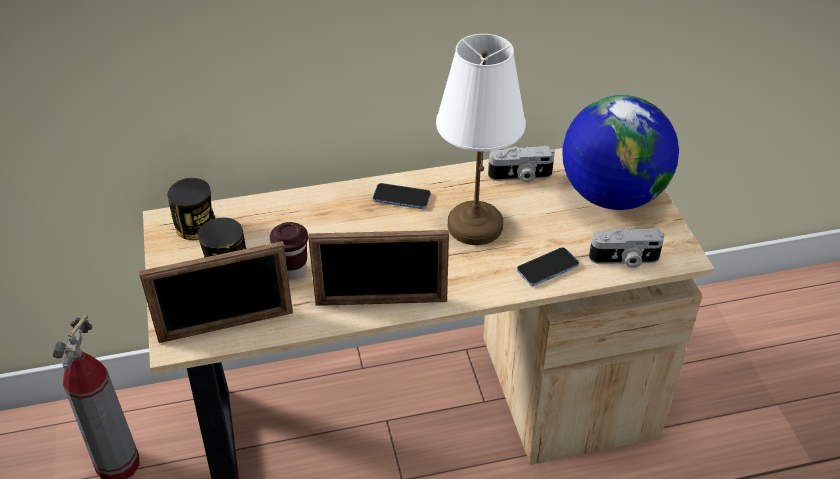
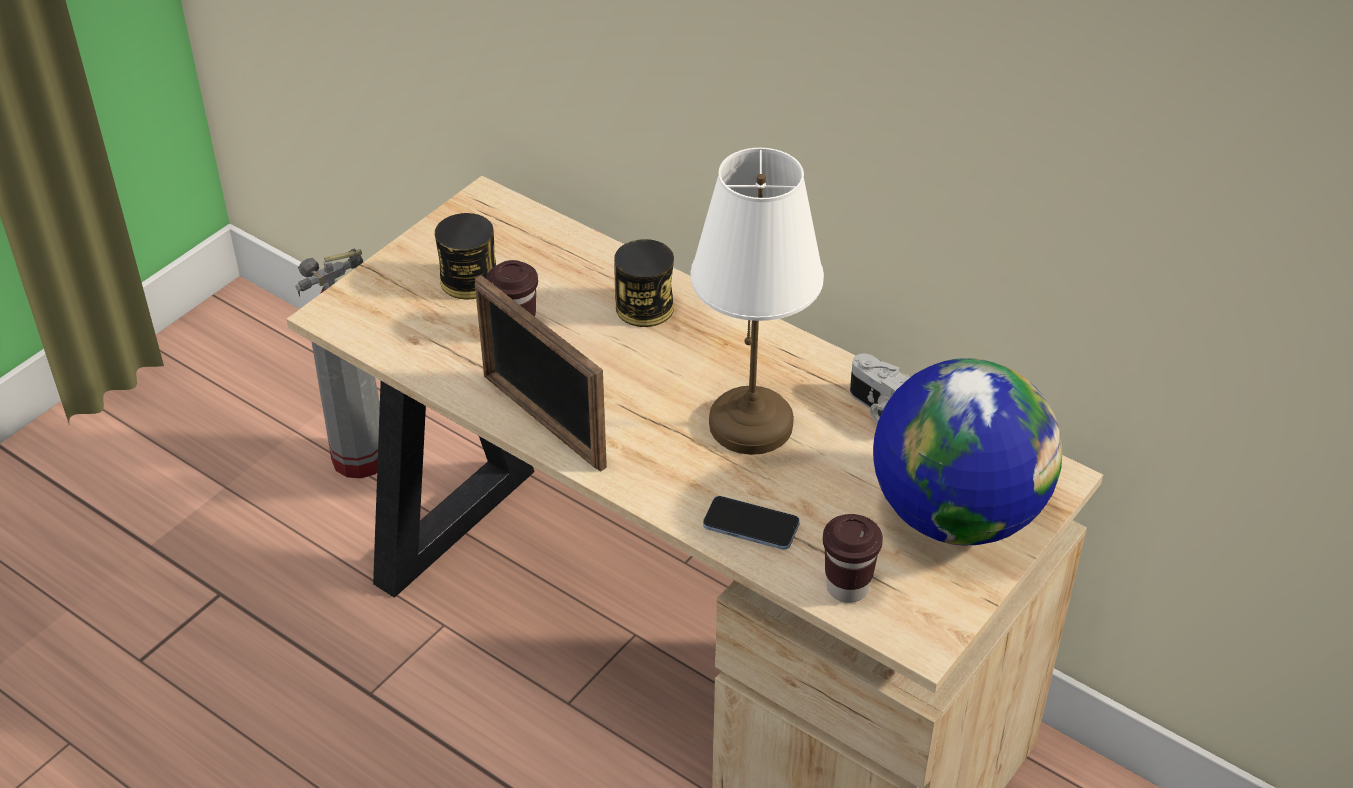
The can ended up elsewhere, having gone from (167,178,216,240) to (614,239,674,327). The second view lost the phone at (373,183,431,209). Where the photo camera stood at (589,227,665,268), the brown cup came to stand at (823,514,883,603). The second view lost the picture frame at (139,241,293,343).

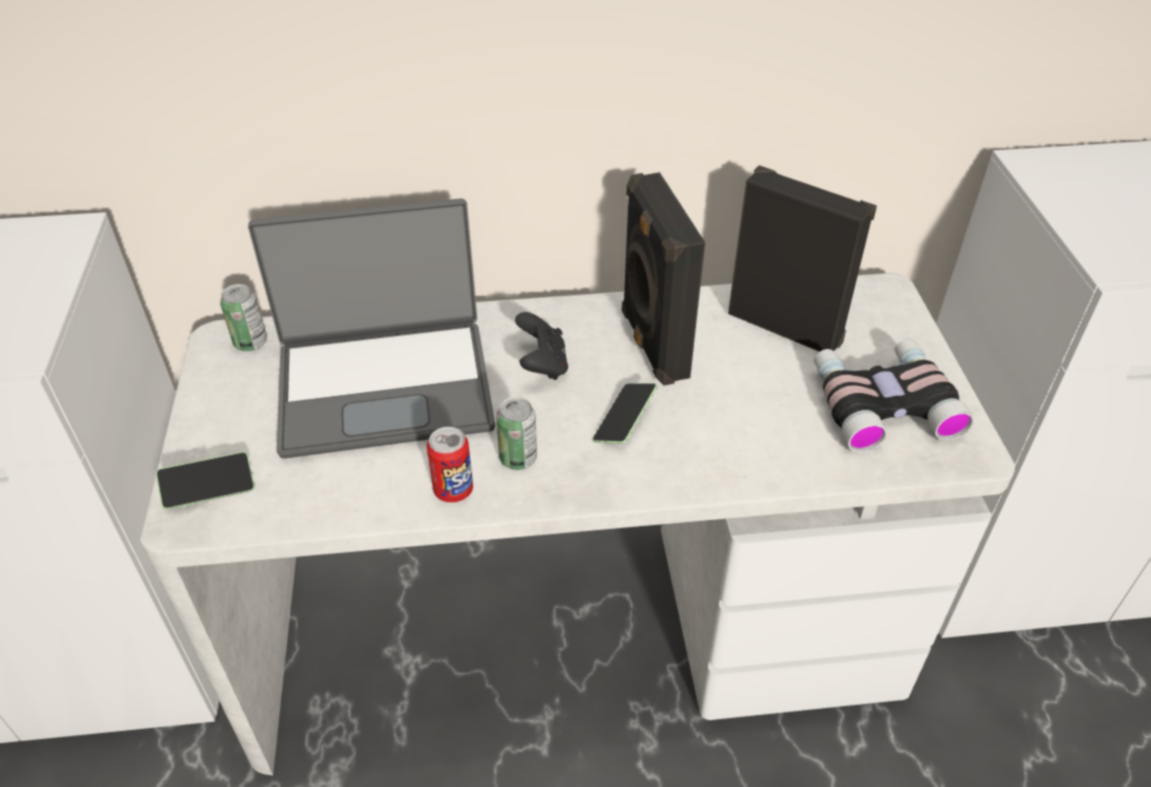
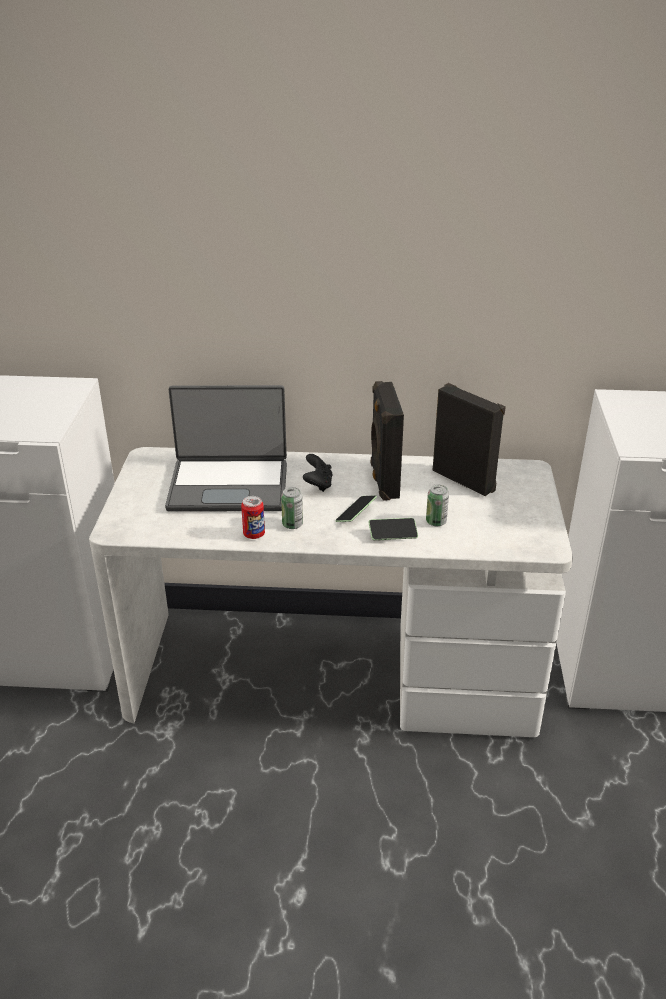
The can ended up elsewhere, having gone from (220,284,267,351) to (426,484,449,526). The second view lost the binoculars at (814,339,974,453). The phone ended up elsewhere, having gone from (156,452,255,510) to (368,518,418,540).

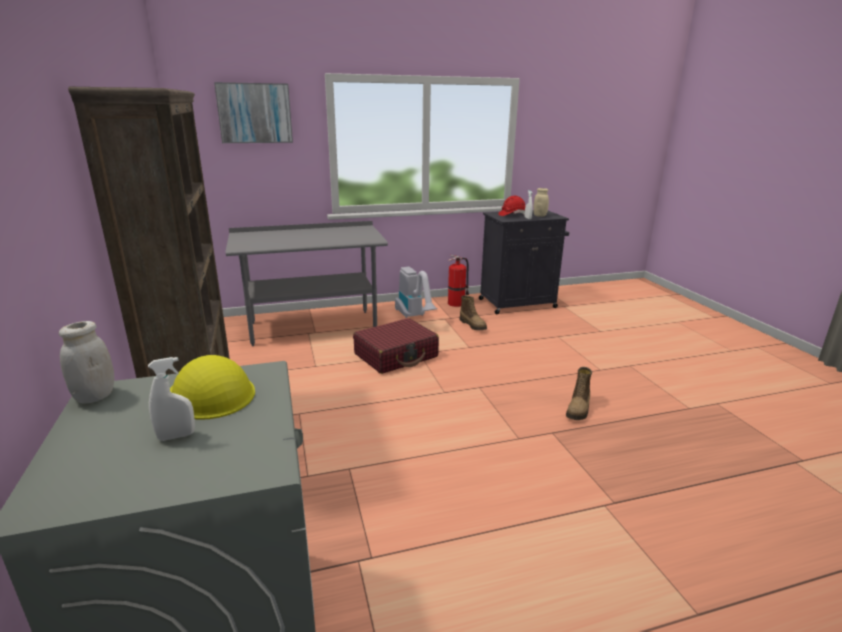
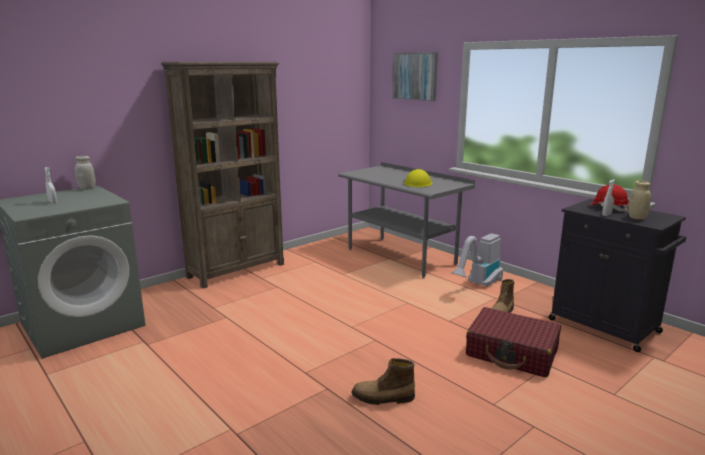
The second view lost the fire extinguisher at (448,255,469,307). The red suitcase ended up elsewhere, having gone from (353,318,439,374) to (466,307,561,377). The yellow hard hat ended up elsewhere, having gone from (170,355,255,420) to (404,169,432,187).

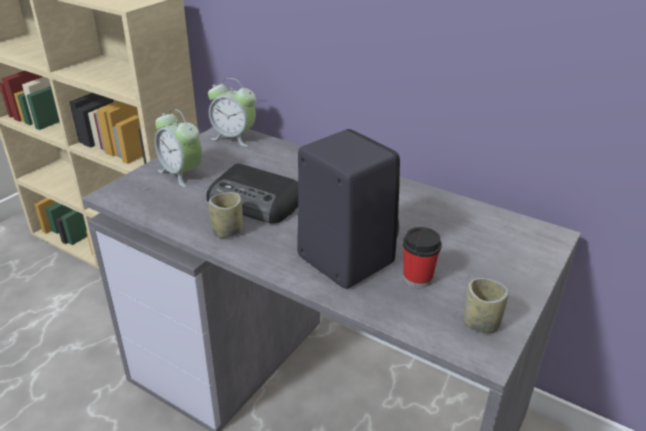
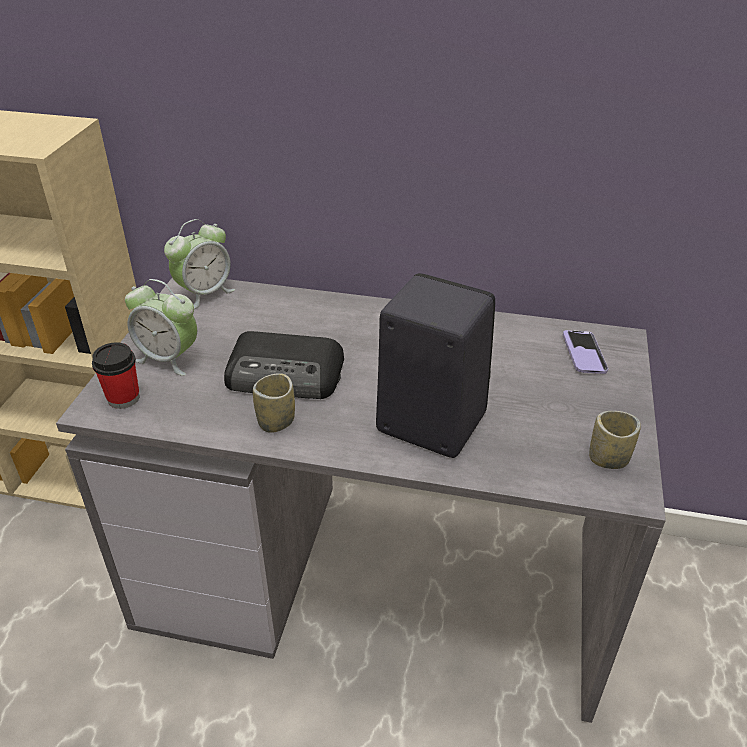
The alarm clock at (208,78,256,147) ended up facing another way, 45 degrees counterclockwise from before. The cup ended up elsewhere, having gone from (403,227,442,288) to (92,342,140,409). The second view gained the phone at (563,330,608,374).

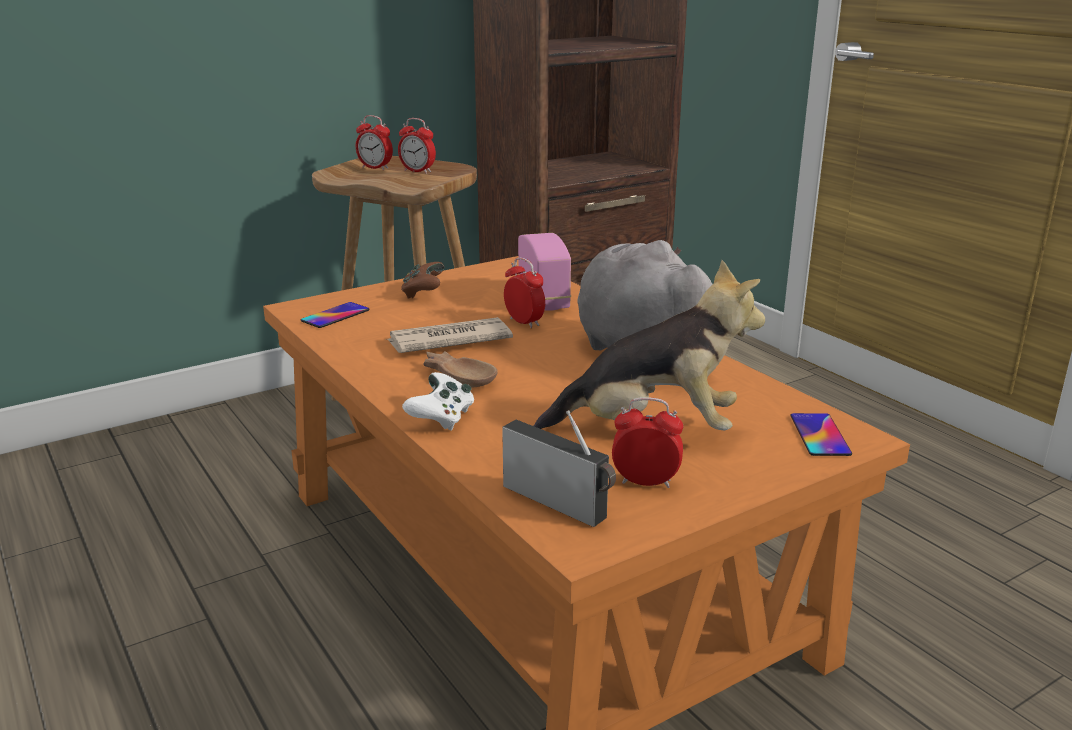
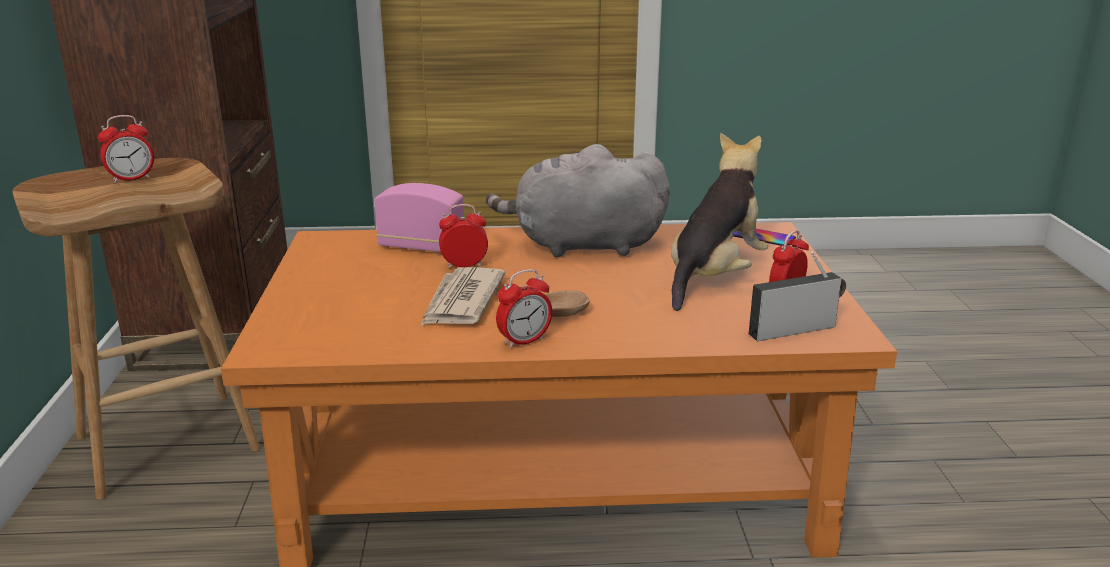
The alarm clock ended up elsewhere, having gone from (356,115,393,170) to (496,269,552,348). The second view lost the brown game controller at (401,262,444,298). The second view lost the phone at (301,302,370,328). The second view lost the white game controller at (402,372,474,431).

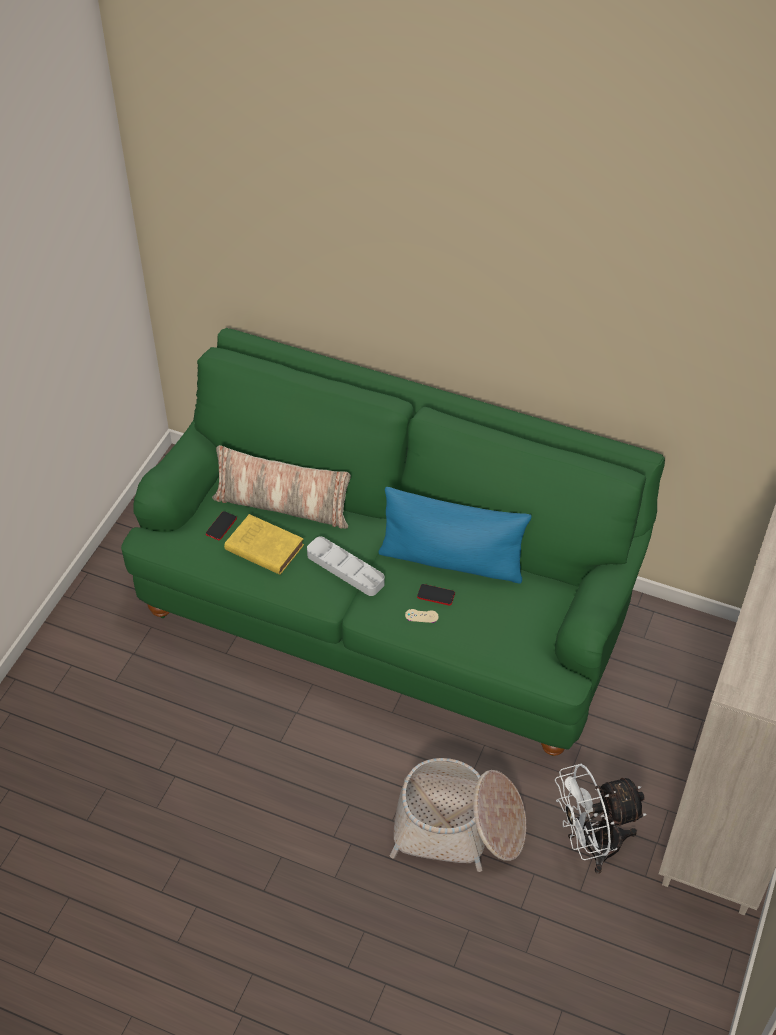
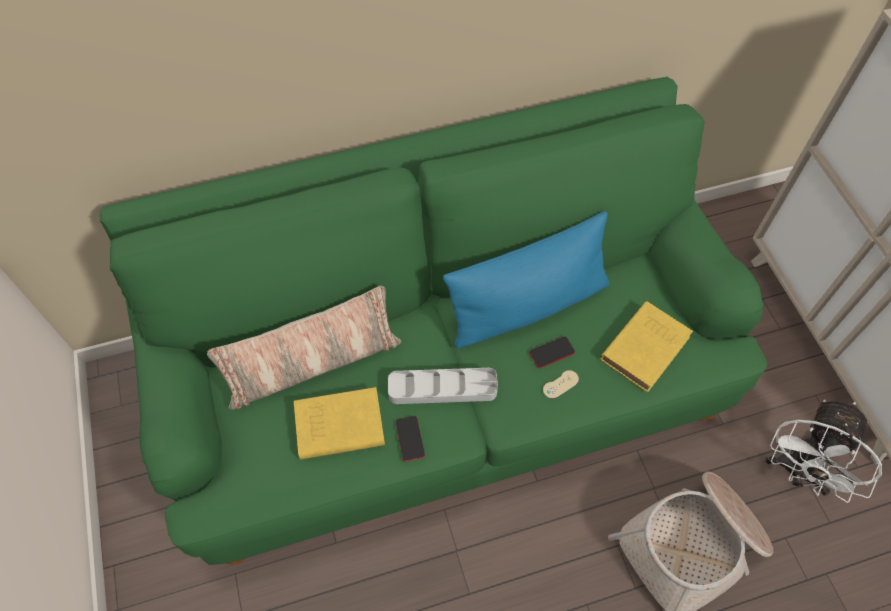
The phone ended up elsewhere, having gone from (206,511,237,540) to (395,416,425,462). The second view gained the yellow book at (600,302,693,392).

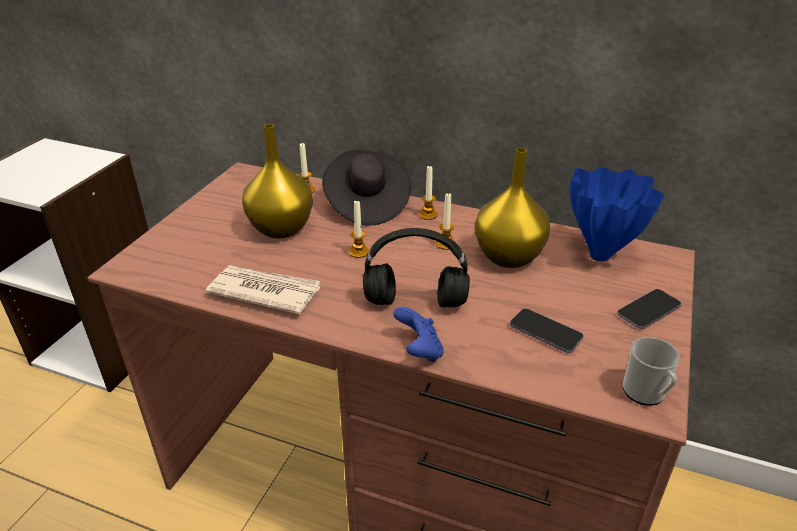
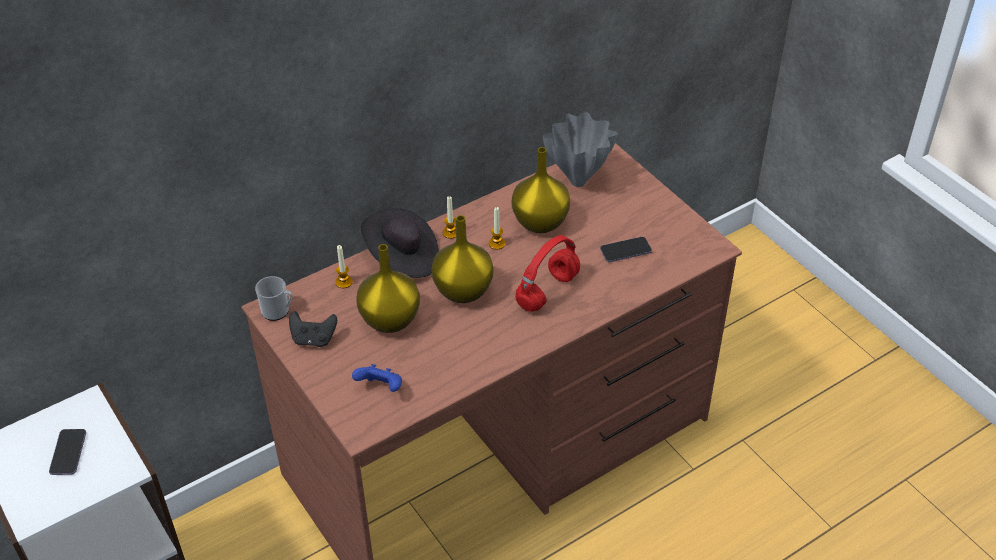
What was the blue vase at (570,167,664,261) turned into the grey vase at (543,112,618,187). Where the candle stood at (349,201,369,258), the yellow vase came to stand at (431,215,494,303). What was the black headphones at (363,228,470,307) turned into the red headphones at (516,235,580,312). The second view lost the newspaper at (205,265,321,314). The phone ended up elsewhere, having gone from (617,289,681,329) to (49,429,86,475). The blue game controller ended up elsewhere, having gone from (393,307,444,362) to (352,364,402,392). The mug ended up elsewhere, having gone from (623,337,680,406) to (255,276,293,321). The second view gained the black game controller at (289,311,337,347).

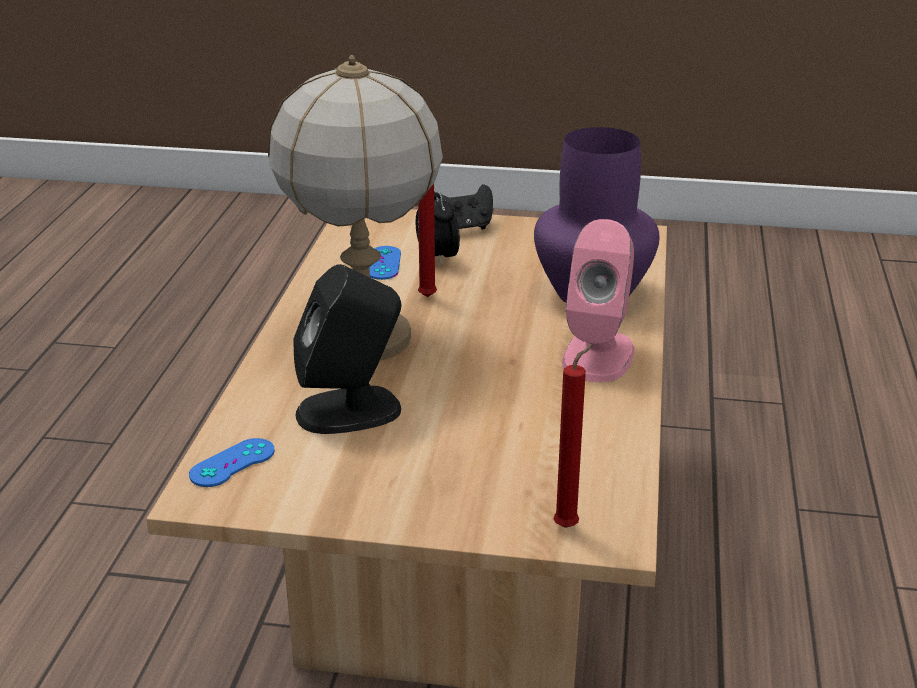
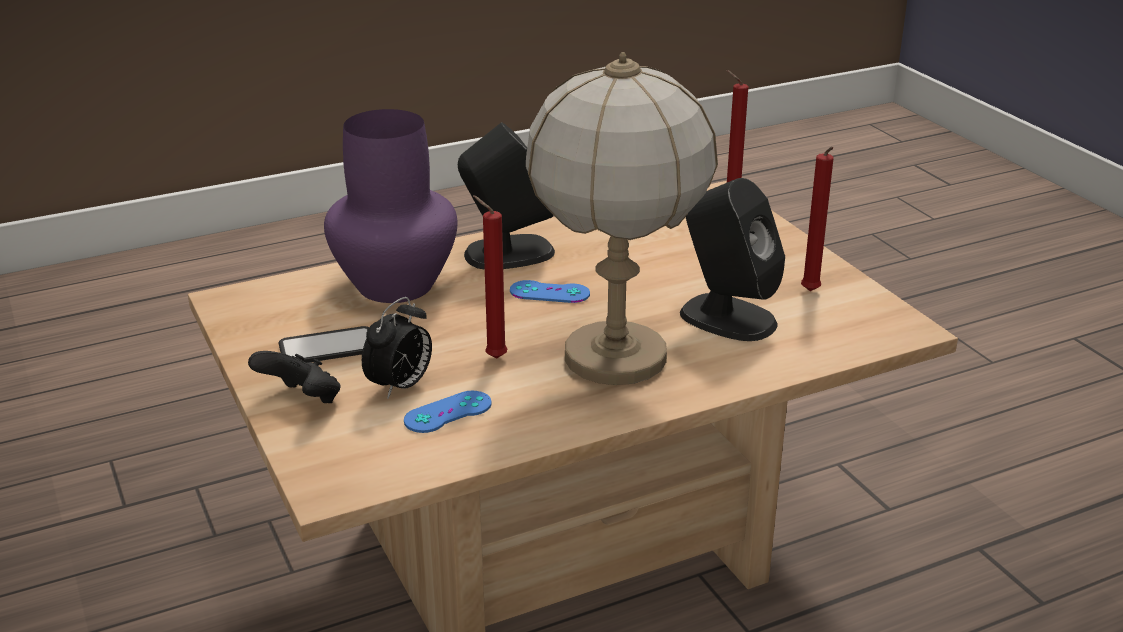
What was the pink speaker at (562,219,634,382) turned into the black speaker at (458,123,555,270). The blue game controller ended up elsewhere, having gone from (189,438,275,487) to (510,280,590,303). The second view gained the red candle at (801,147,834,291). The second view gained the phone at (279,326,369,363).

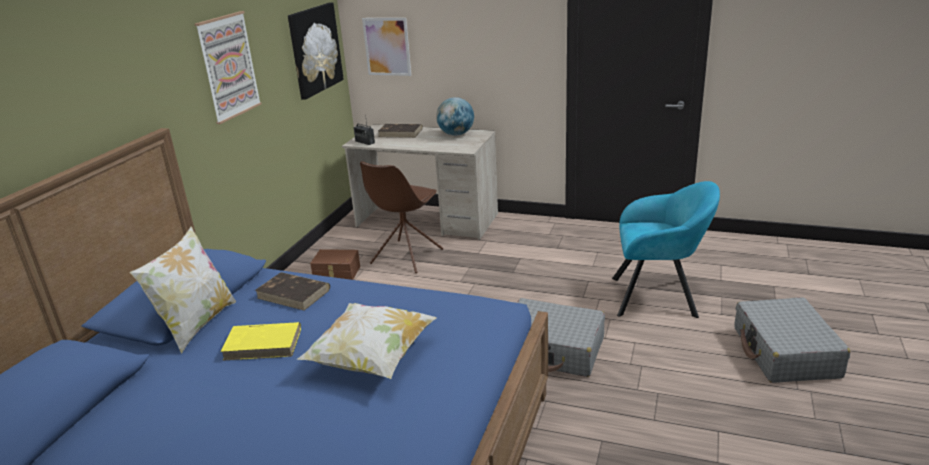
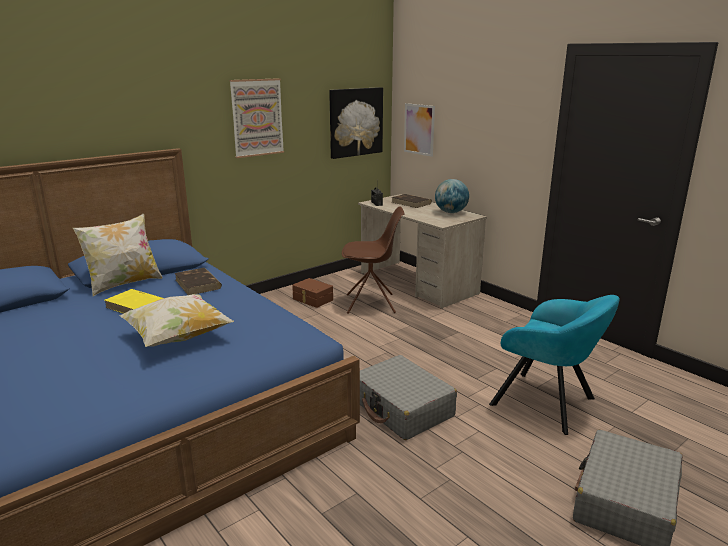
The brown chair at (360,161,443,273) ended up facing another way, 150 degrees counterclockwise from before.

